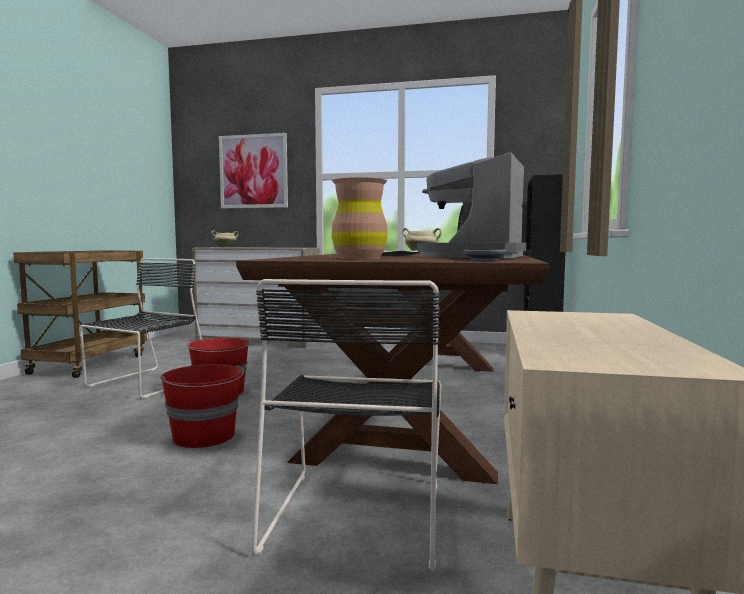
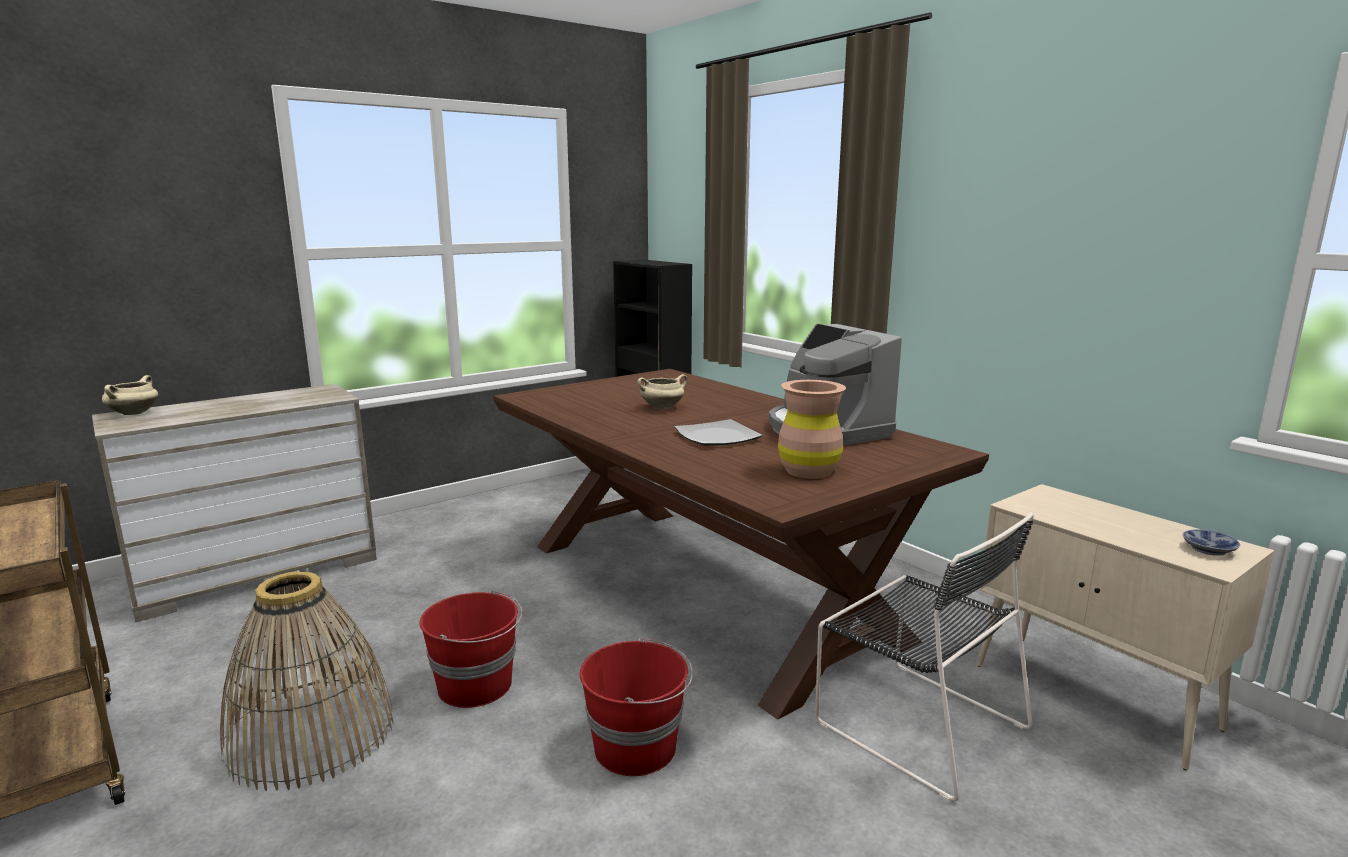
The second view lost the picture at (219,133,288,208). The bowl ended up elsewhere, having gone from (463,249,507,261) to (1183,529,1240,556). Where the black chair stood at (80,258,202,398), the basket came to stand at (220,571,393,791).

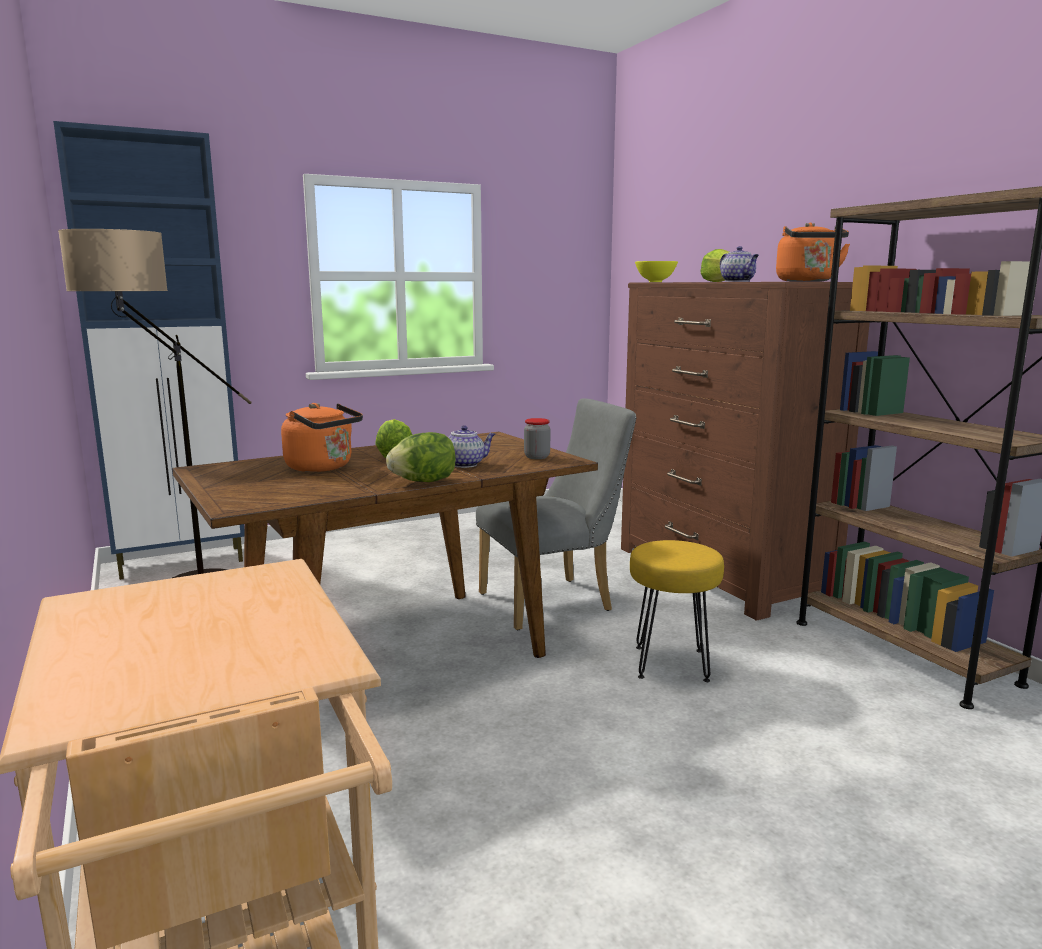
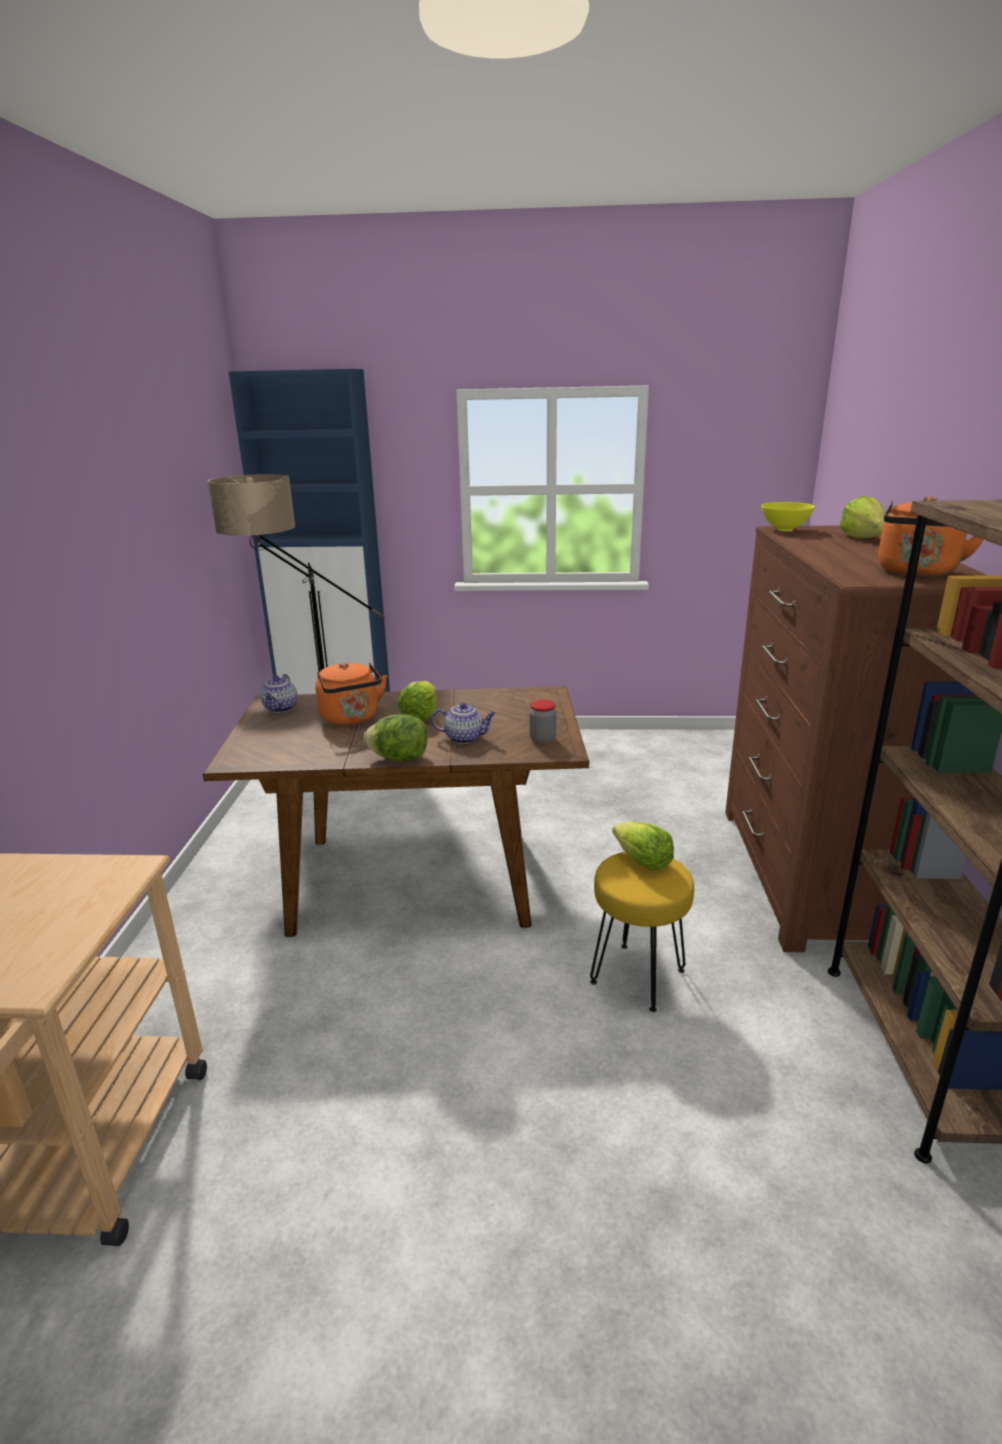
The teapot ended up elsewhere, having gone from (720,246,759,282) to (260,674,297,713). The second view lost the grey chair at (476,398,637,630). The second view gained the lettuce at (612,822,674,870).

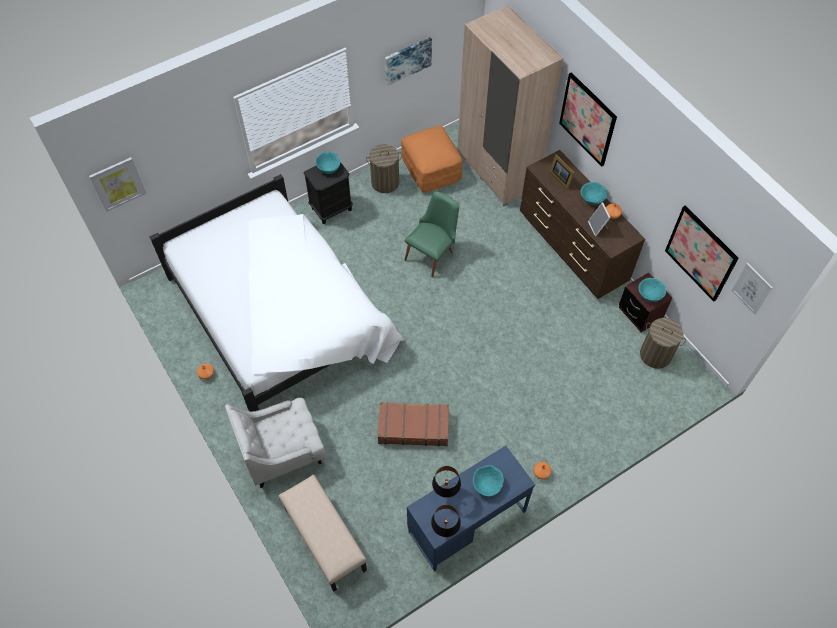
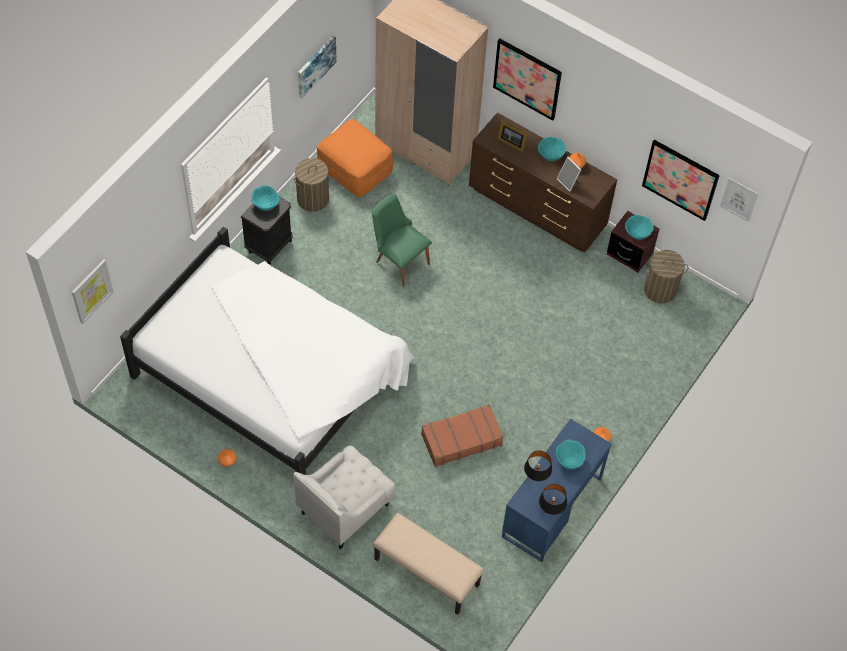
The green chair at (404,192,459,277) ended up facing another way, 60 degrees counterclockwise from before.

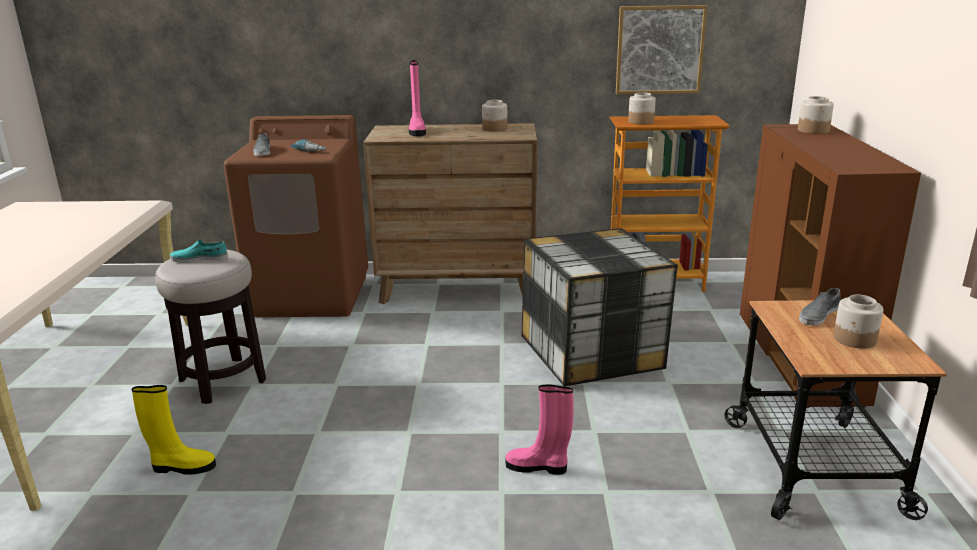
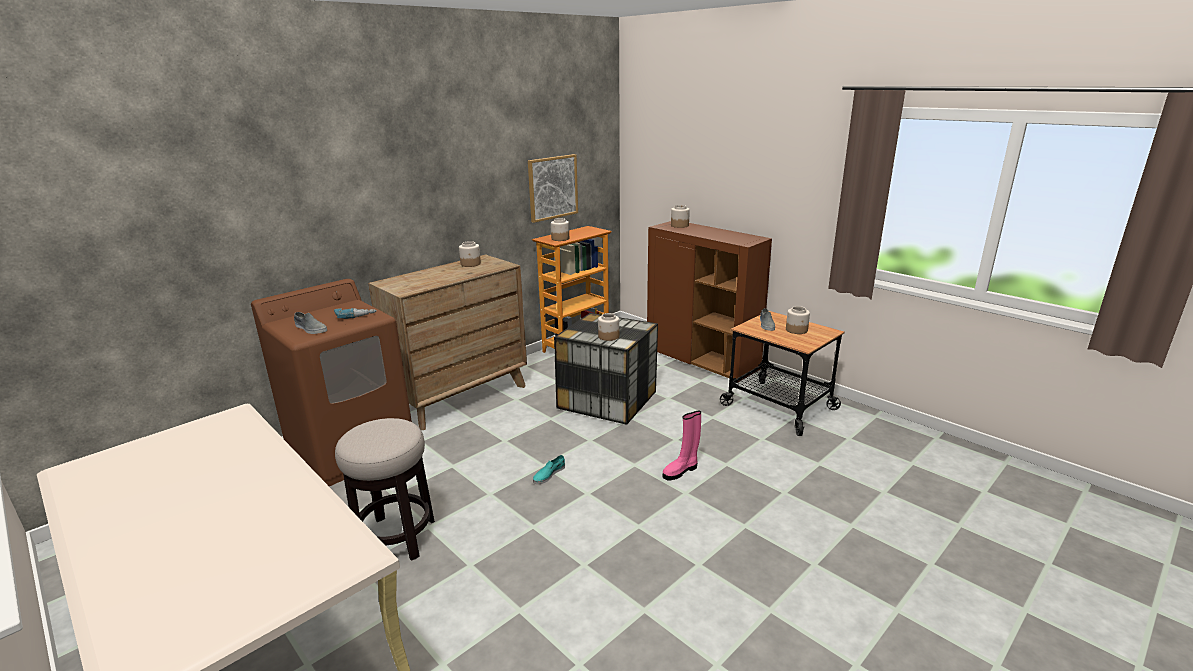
The second view lost the pink boot at (409,60,426,137). The turquoise shoe ended up elsewhere, having gone from (170,240,228,263) to (533,455,565,484). The second view lost the yellow boot at (132,385,216,475). The second view gained the jar at (598,313,619,341).

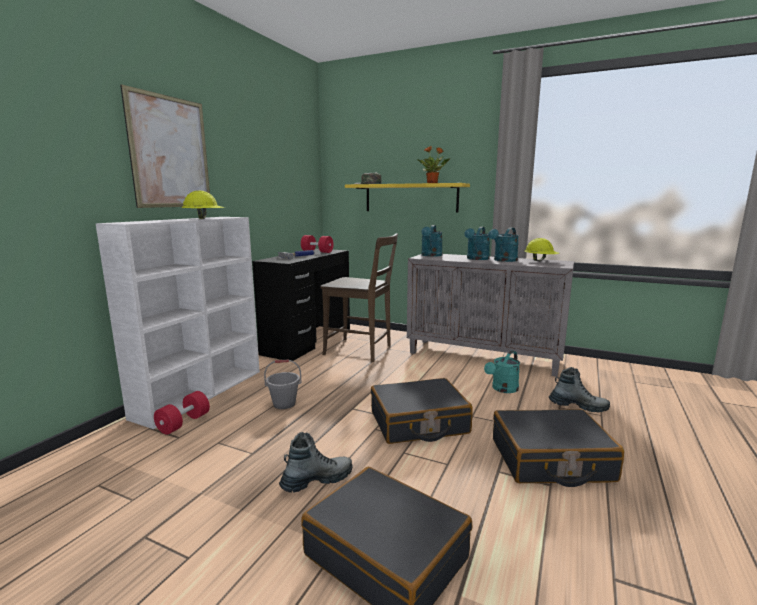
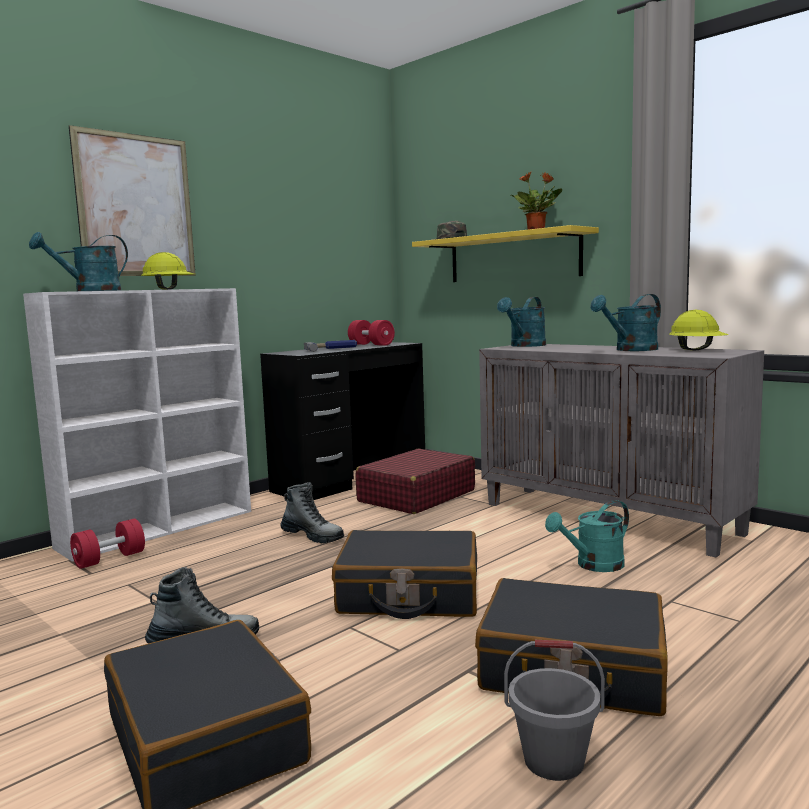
The turquoise watering can ended up elsewhere, having gone from (464,227,490,260) to (29,232,128,291). Where the brown chair stood at (320,233,398,362), the red suitcase came to stand at (355,448,475,514). The grey bucket ended up elsewhere, having gone from (264,359,301,409) to (504,640,605,781). The boot ended up elsewhere, having gone from (549,367,610,412) to (280,482,344,543).

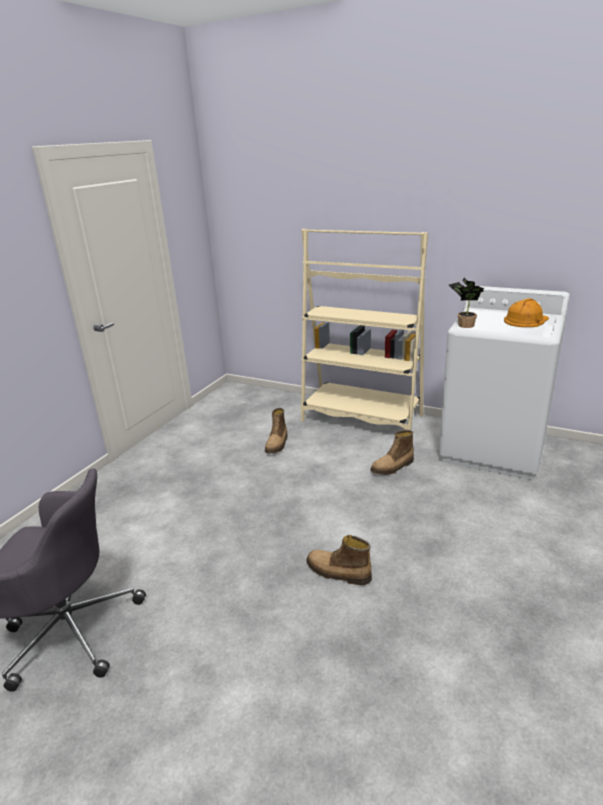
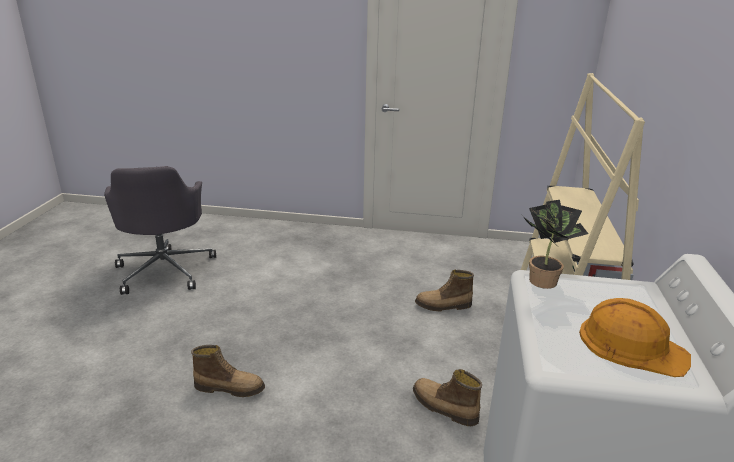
The boot at (306,535,372,585) ended up facing another way, 90 degrees clockwise from before.

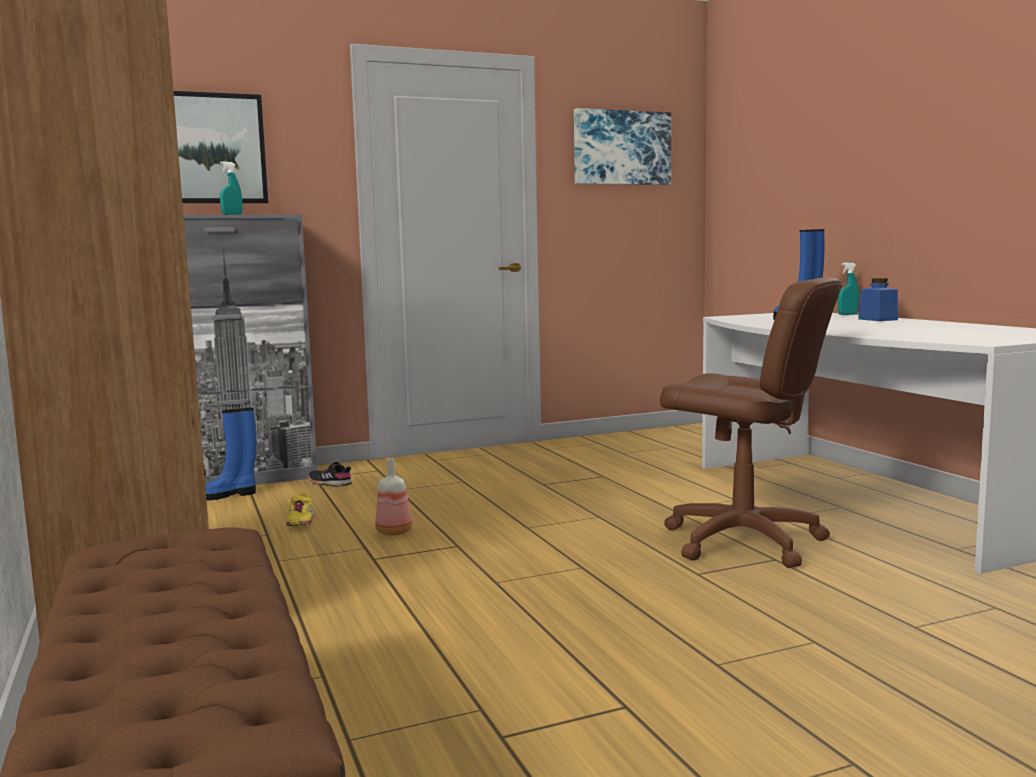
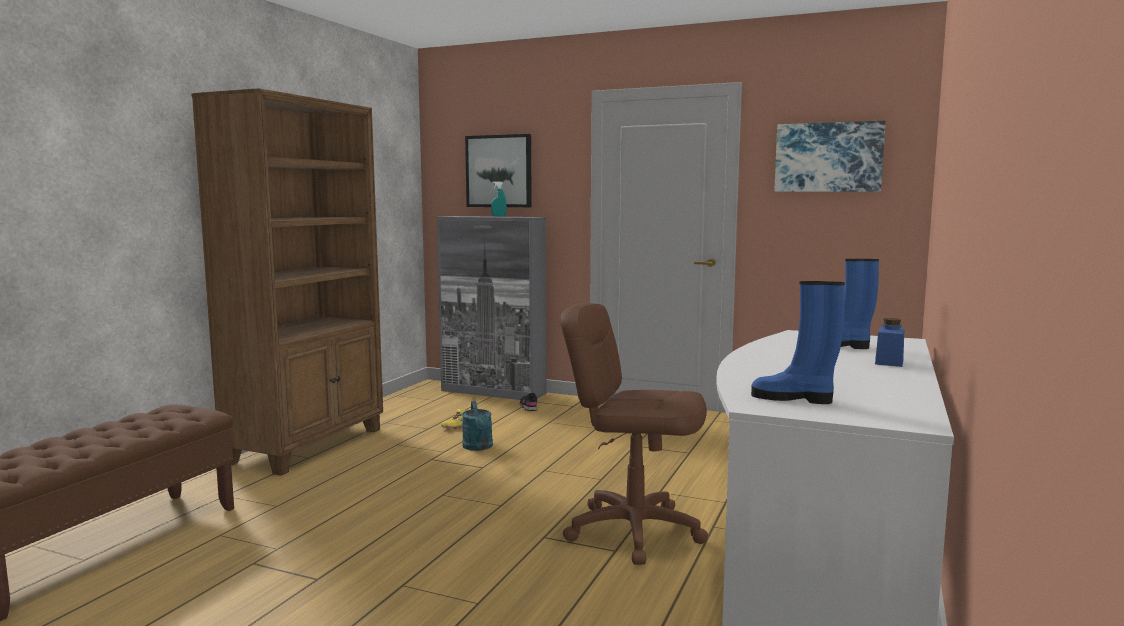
The second view lost the turquoise spray bottle at (838,263,859,315). The brown office chair at (660,277,841,568) ended up facing another way, 120 degrees clockwise from before. The blue boot ended up elsewhere, having gone from (205,408,257,501) to (751,281,845,404). Where the bottle stood at (375,458,412,536), the turquoise watering can came to stand at (462,401,493,451).

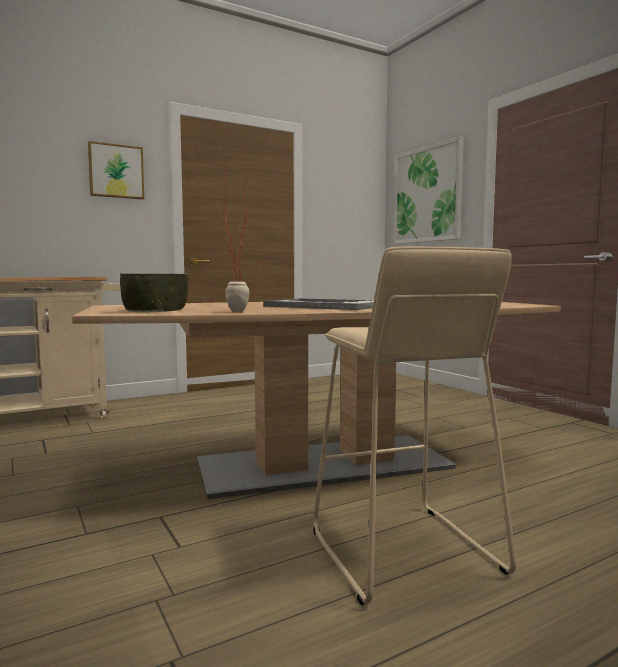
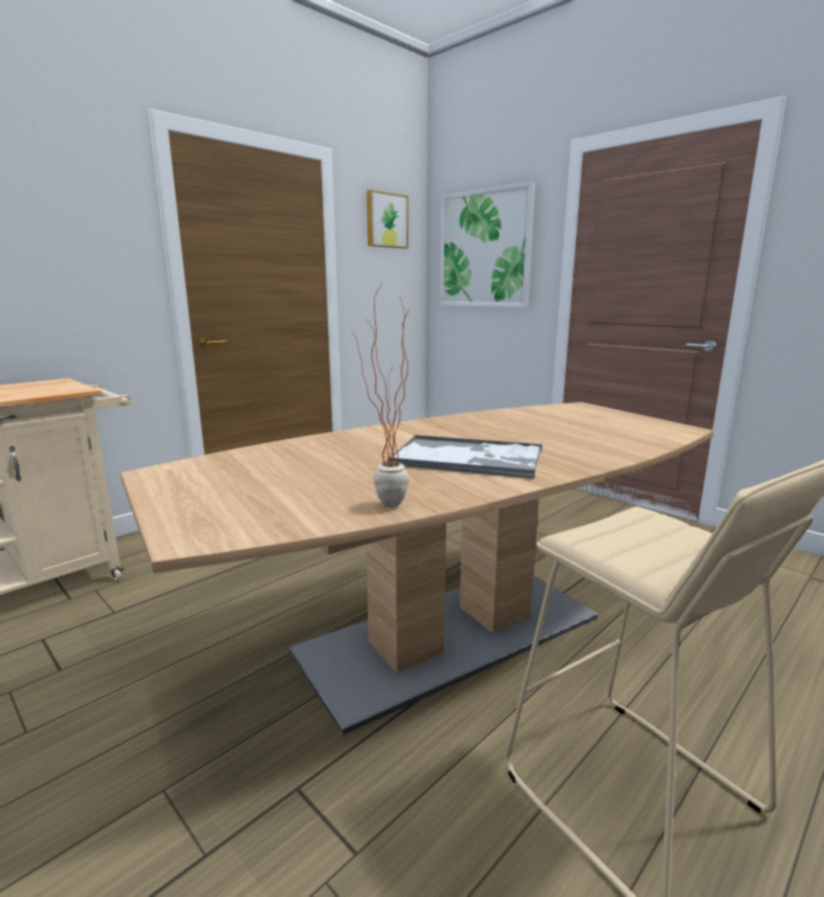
The picture ended up elsewhere, having gone from (88,141,144,199) to (367,190,408,249). The second view lost the bowl at (120,273,188,312).

